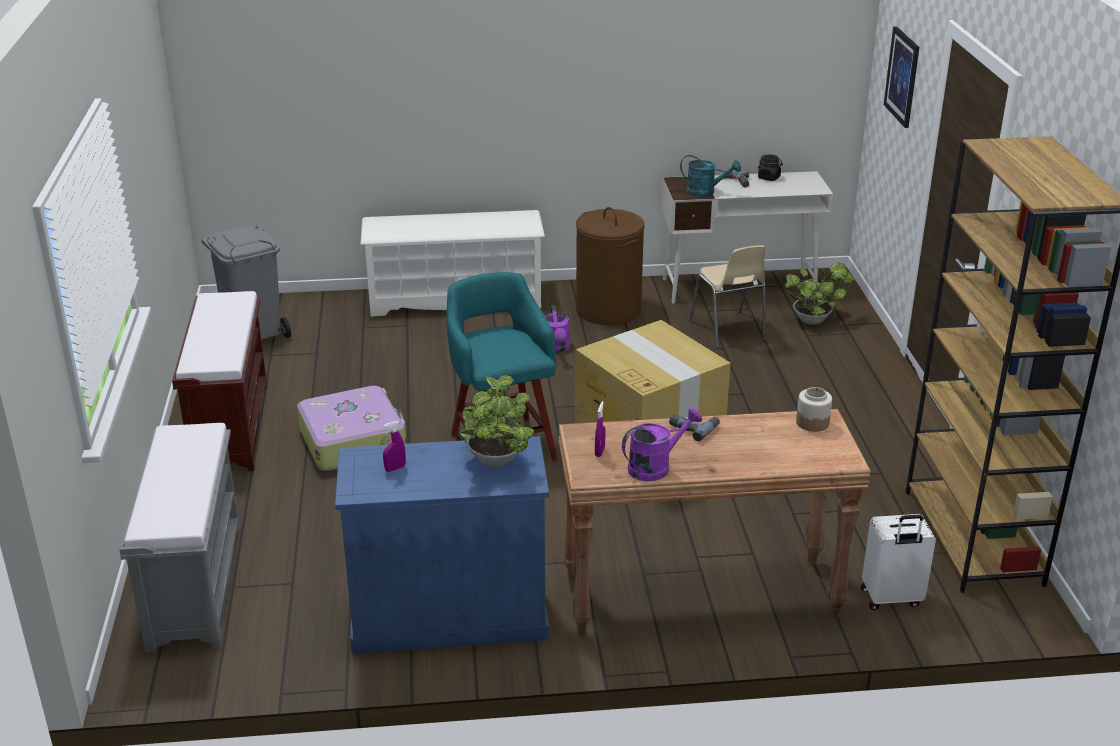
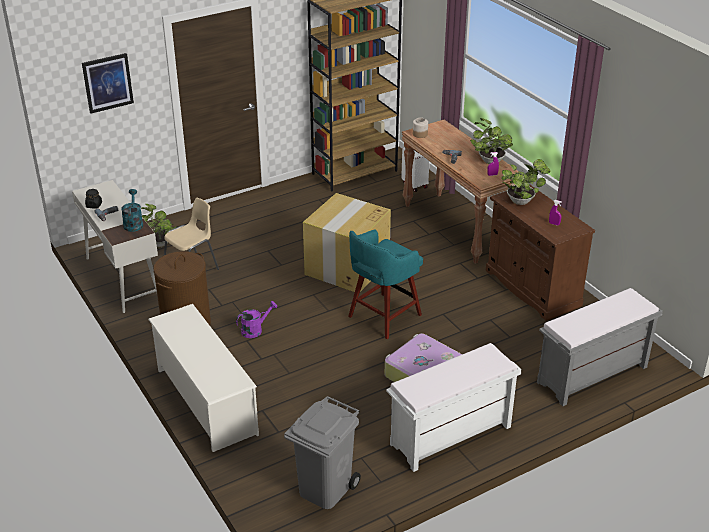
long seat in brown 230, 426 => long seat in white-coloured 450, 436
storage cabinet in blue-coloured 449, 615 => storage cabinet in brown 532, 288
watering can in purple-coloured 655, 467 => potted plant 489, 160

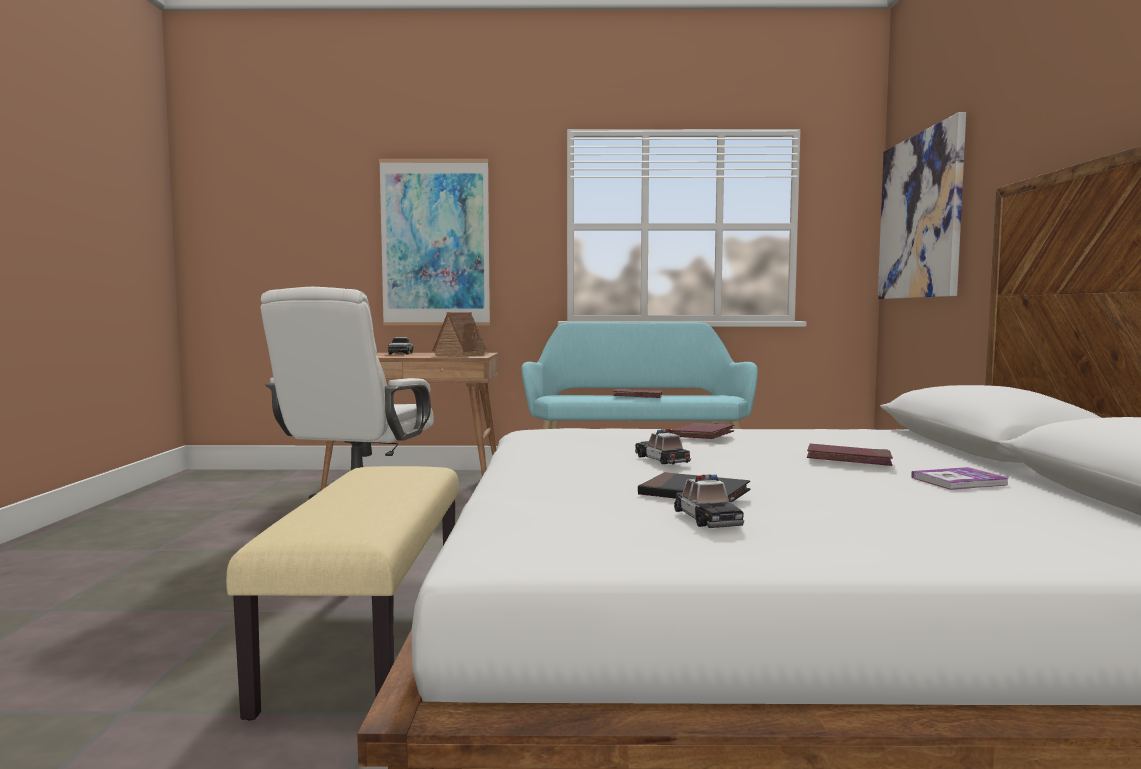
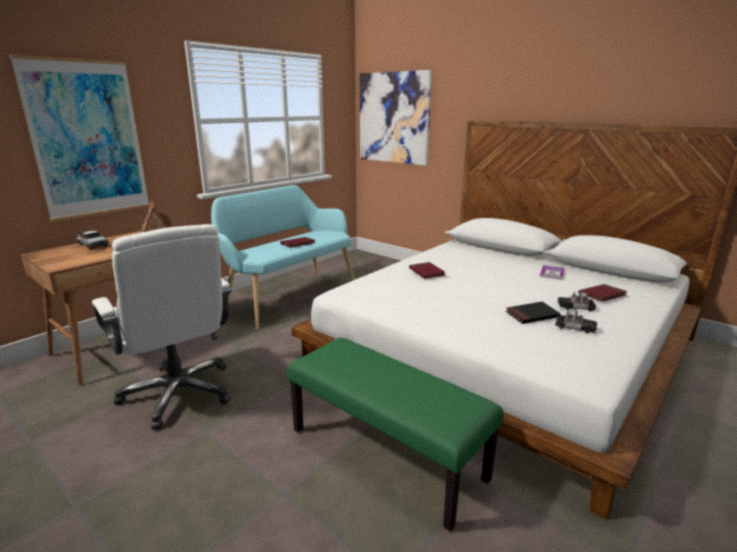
long seat in beige 372, 637 => long seat in greenish 387, 453
model car 662, 459 => model car 575, 307, moved
bound book in red-coloured 848, 459 => bound book in red-coloured 602, 295, moved

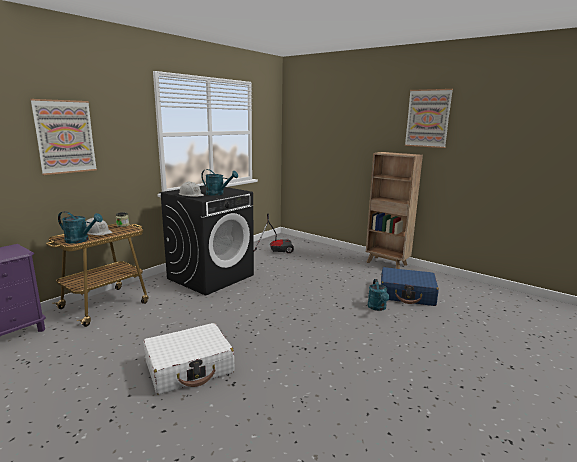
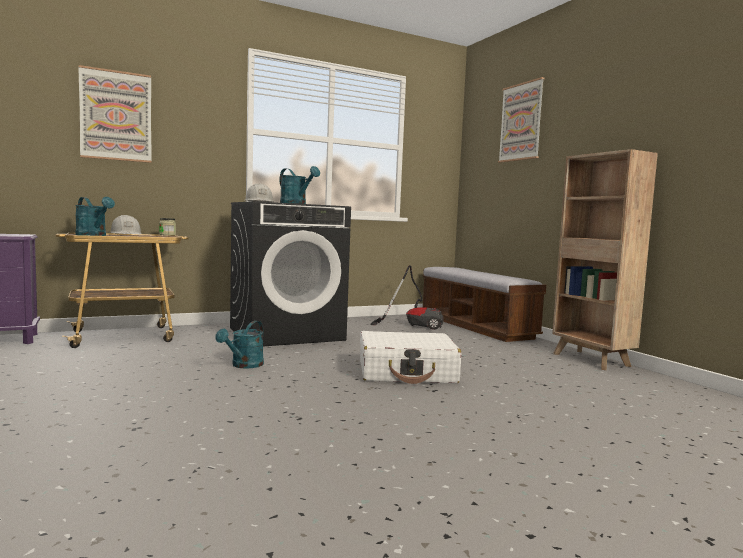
piece of luggage in white-coloured 189, 367 => piece of luggage in white-coloured 407, 372, moved
watering can in turquoise-coloured 378, 308 => watering can in turquoise-coloured 244, 365, moved
piece of luggage in blue-coloured 407, 294 => nothing
wall picture 428, 118 => wall picture 521, 122, moved
nothing => long seat 475, 326

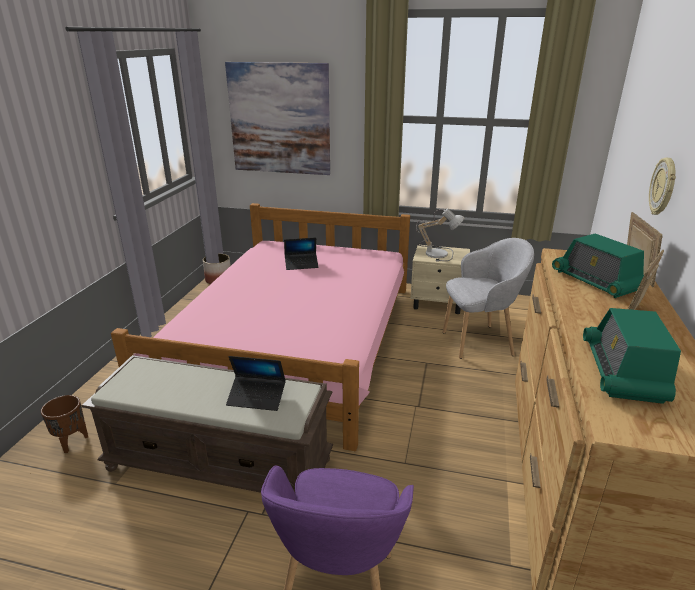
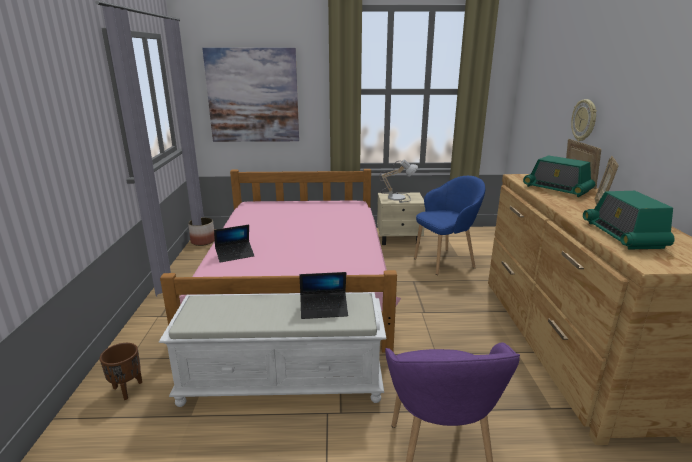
long seat in brown 221, 463 => long seat in white-coloured 283, 381
laptop 301, 264 => laptop 235, 255, moved
lounge chair in gray 479, 342 => lounge chair in blue-coloured 445, 262

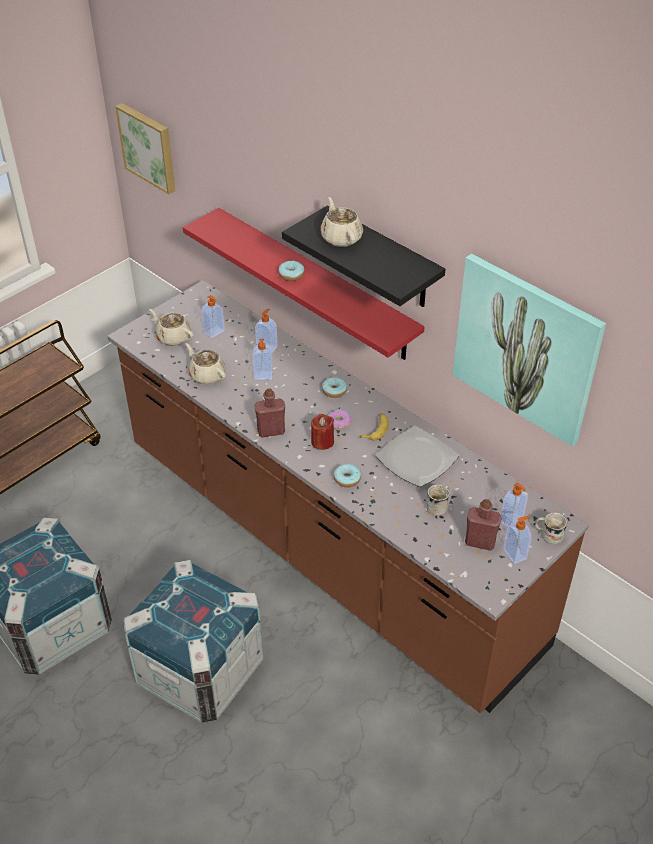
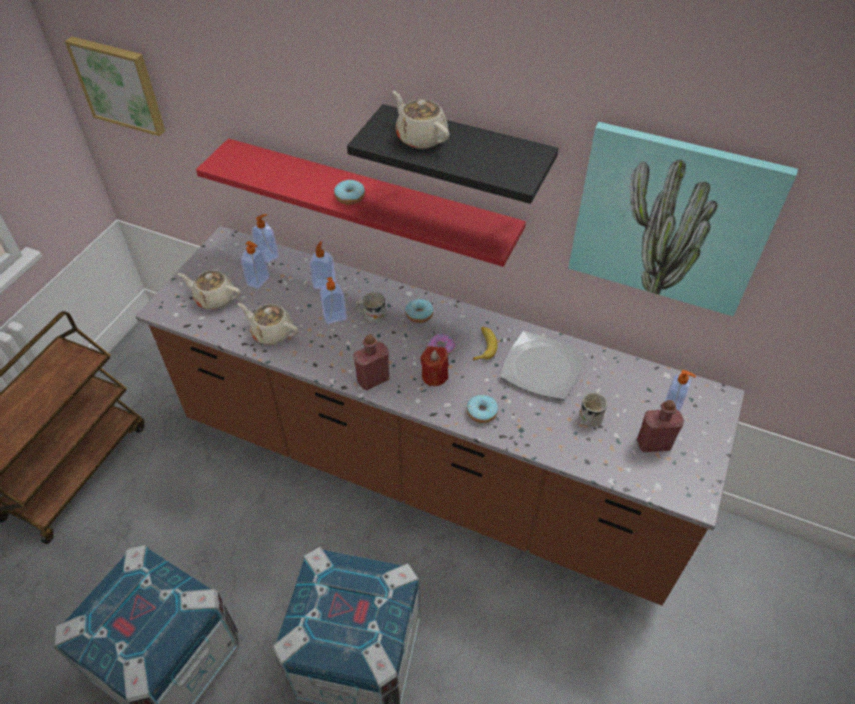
soap dispenser 515, 554 => soap dispenser 268, 255, moved
tea mug in white-coloured 548, 535 => tea mug in white-coloured 371, 316, moved

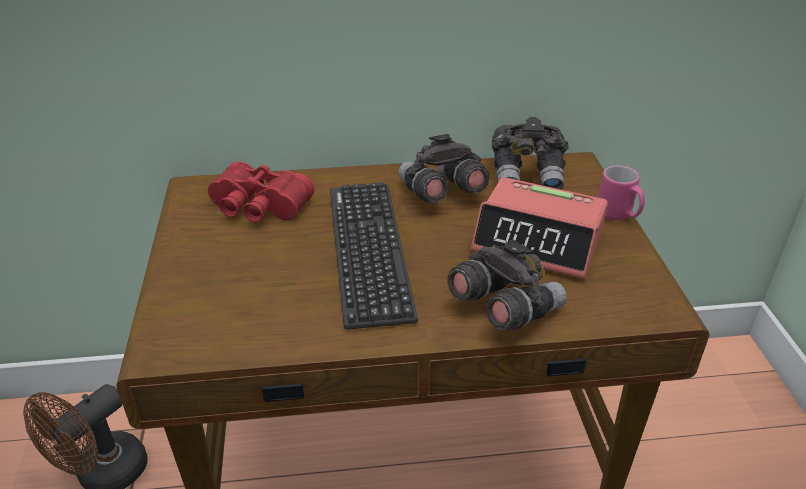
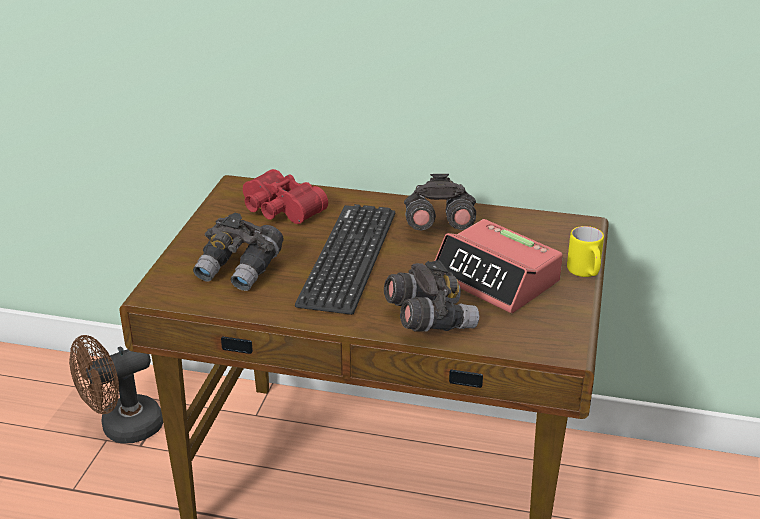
binoculars in gray 528, 175 => binoculars in gray 240, 270, moved
tea mug in pinkish 618, 215 => tea mug in yellow 585, 273

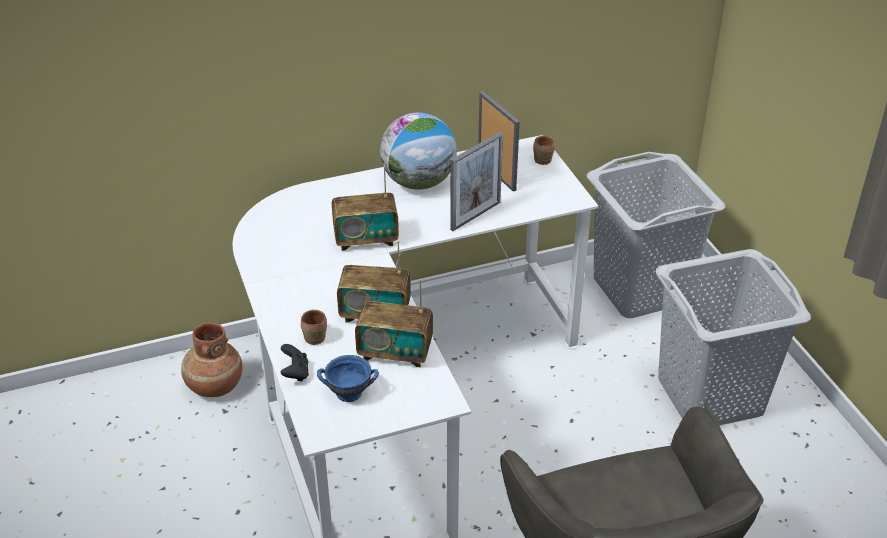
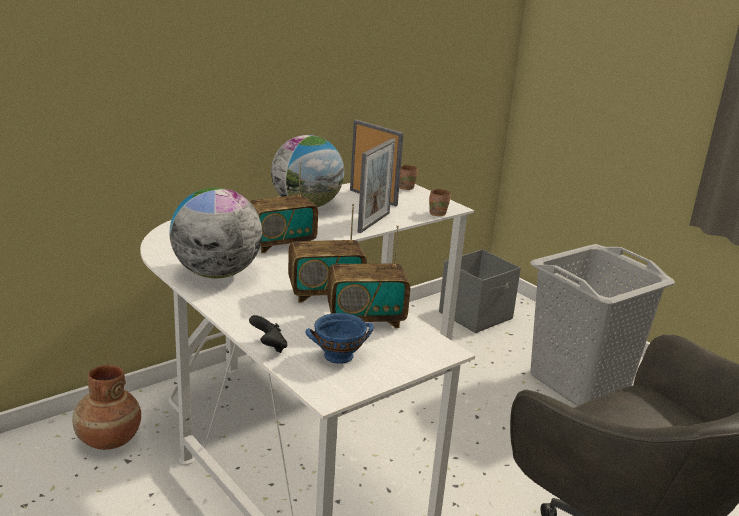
tea mug in brown 316, 337 => tea mug in brown 437, 213, moved
laundry basket in gray 641, 289 => storage box in gray 476, 315
nothing => desk globe 216, 273

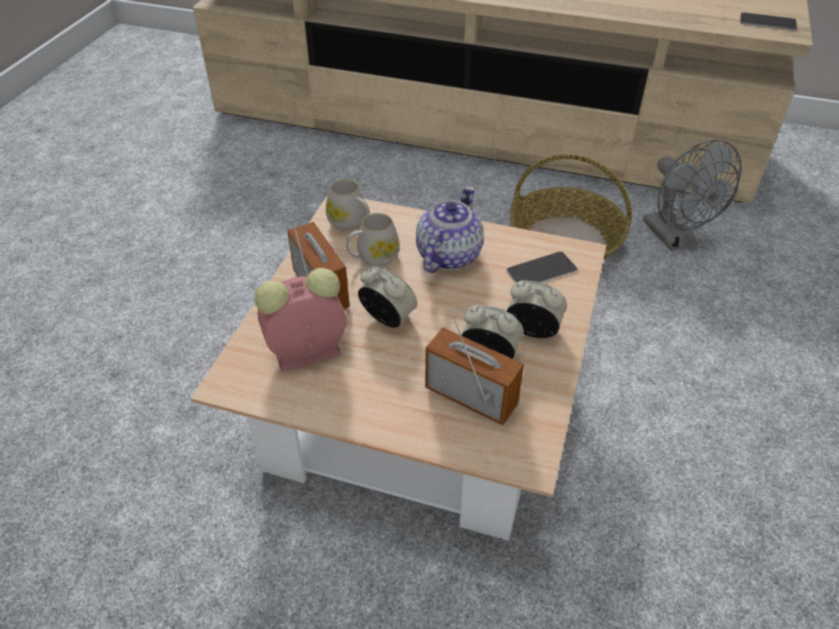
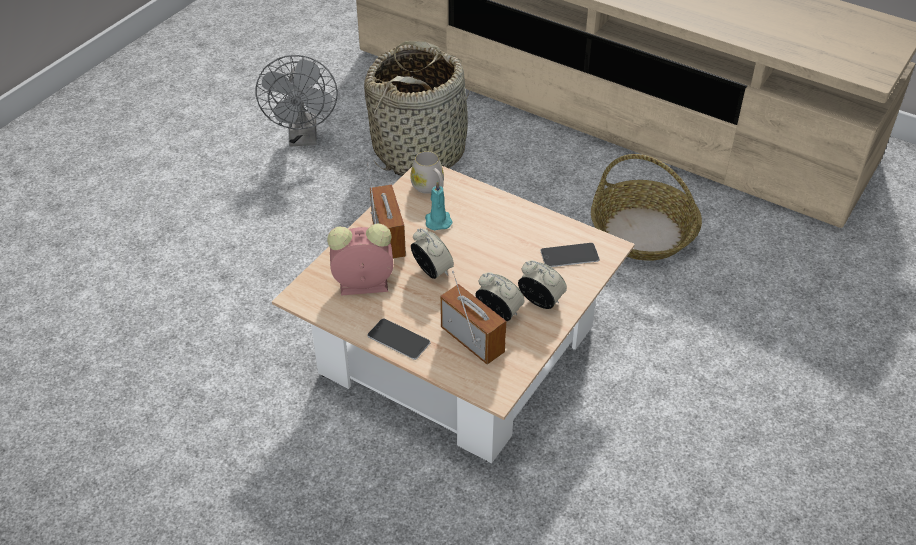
tea mug in white-coloured 373, 258 => wax candle in turquoise-coloured 438, 220
tea pot 447, 255 => nothing
electric fan in gray 675, 239 => electric fan in gray 304, 137, moved
handset 767, 22 => handset 398, 339, moved
nothing => storage basket 420, 151

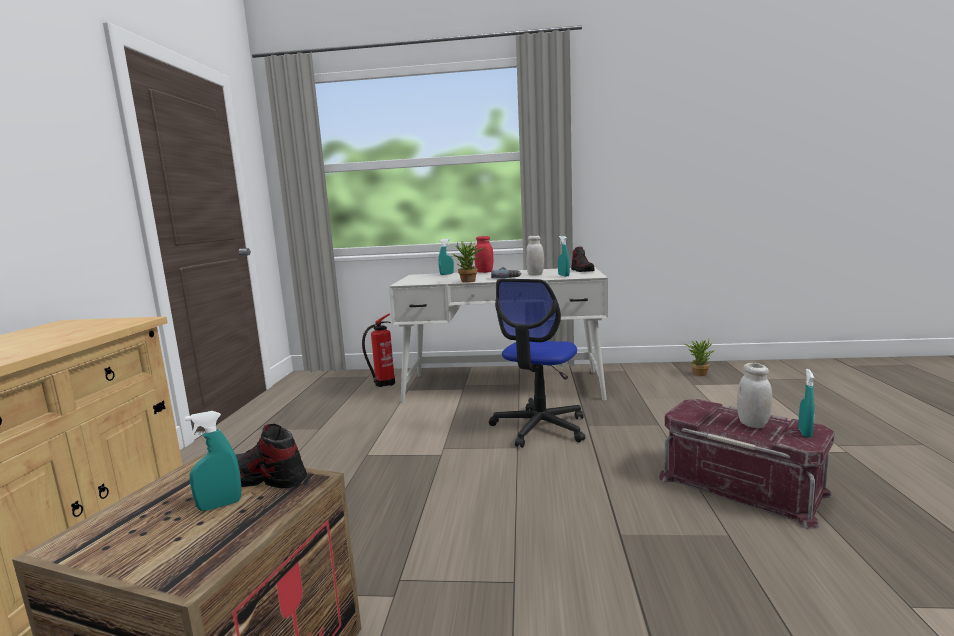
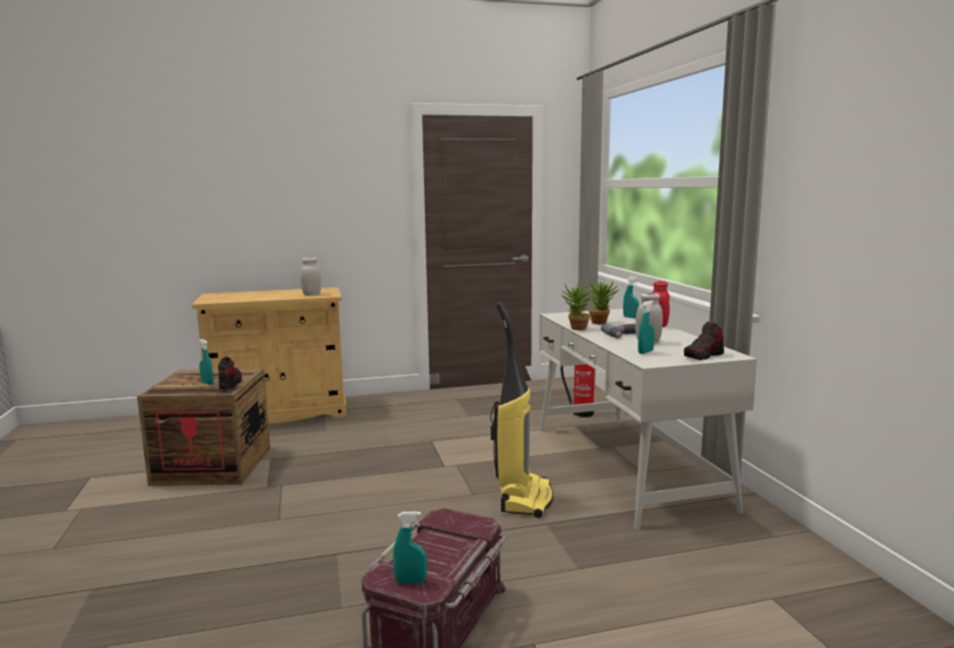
desk chair 539, 427 => hoover 524, 498
potted plant 698, 373 => potted plant 601, 322, moved
storage jar in white-coloured 752, 423 => storage jar in white-coloured 311, 294, moved

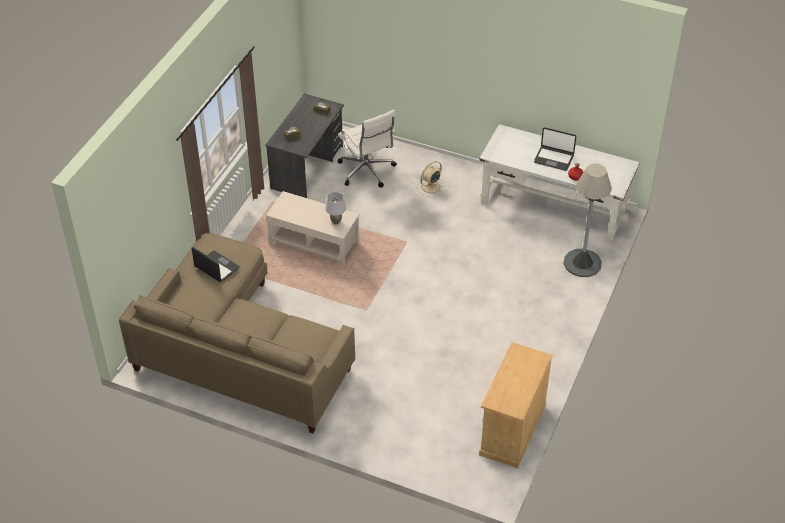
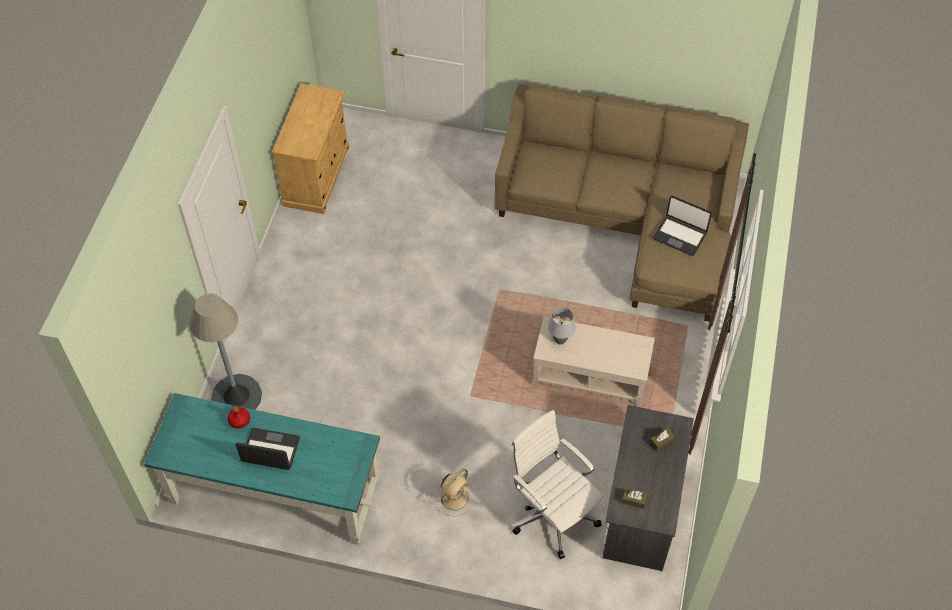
desk unit in white-coloured 554, 205 => desk unit in turquoise-coloured 273, 491

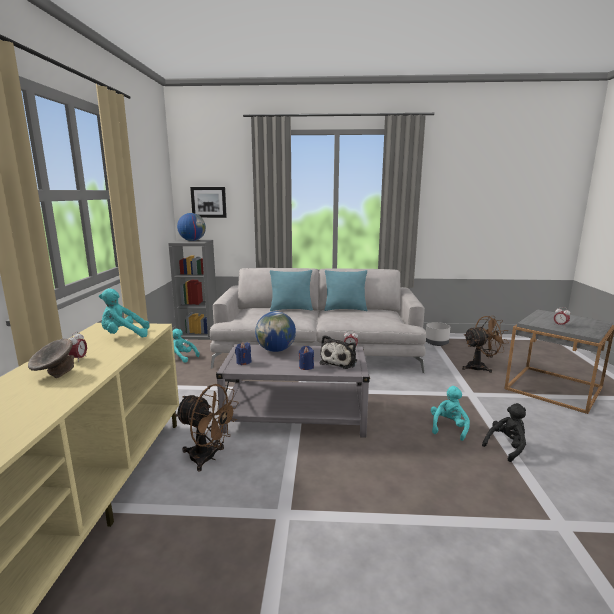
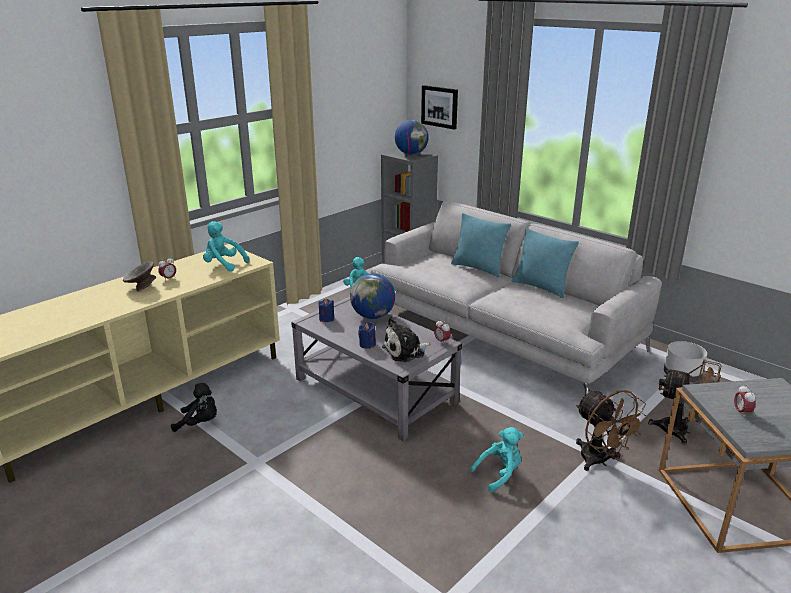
electric fan in brown 208, 458 => electric fan in brown 599, 461, moved
plush toy in black 506, 447 => plush toy in black 199, 423, moved

